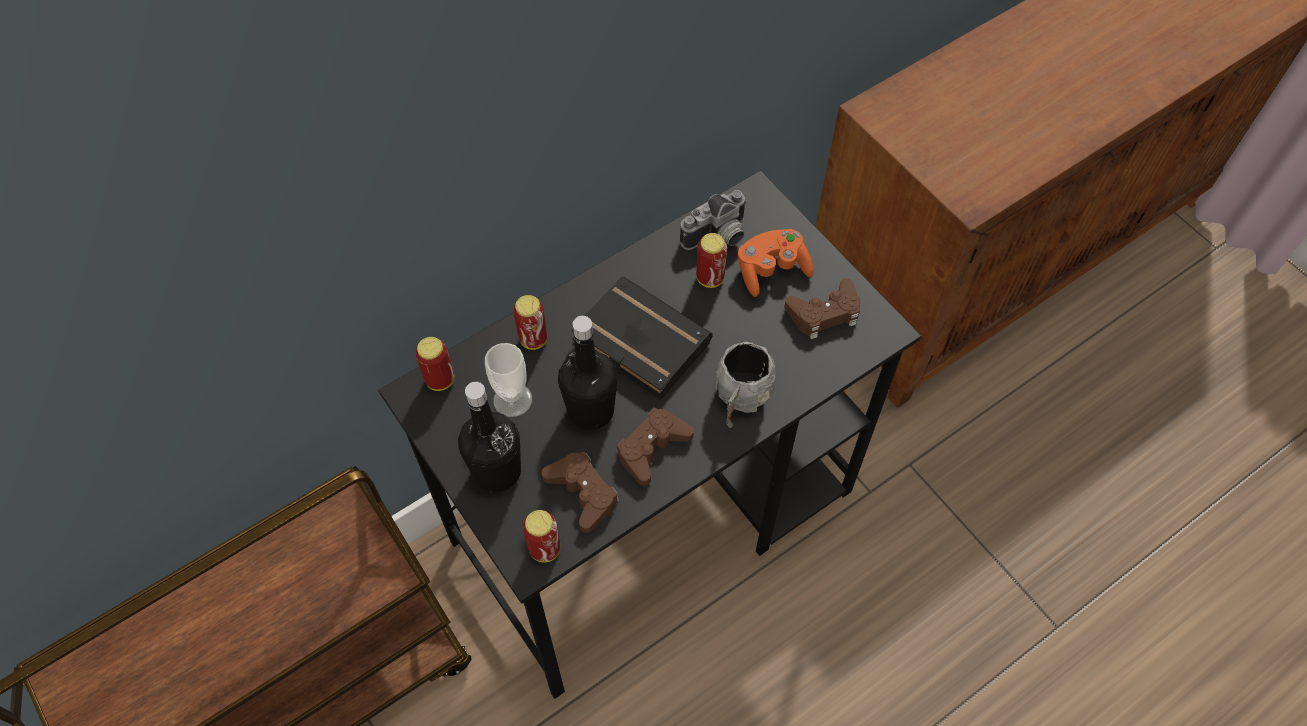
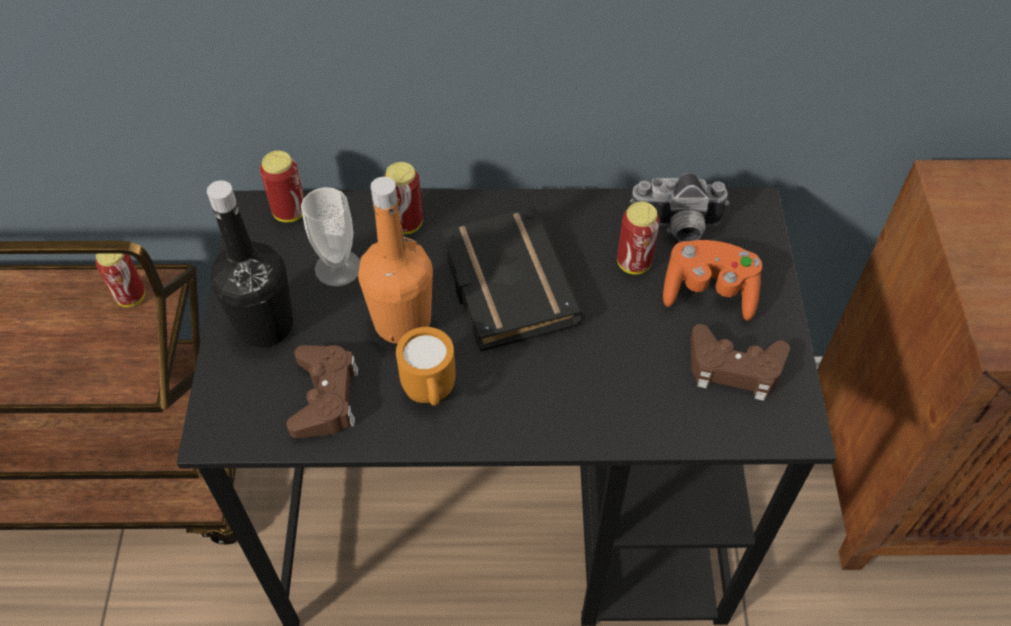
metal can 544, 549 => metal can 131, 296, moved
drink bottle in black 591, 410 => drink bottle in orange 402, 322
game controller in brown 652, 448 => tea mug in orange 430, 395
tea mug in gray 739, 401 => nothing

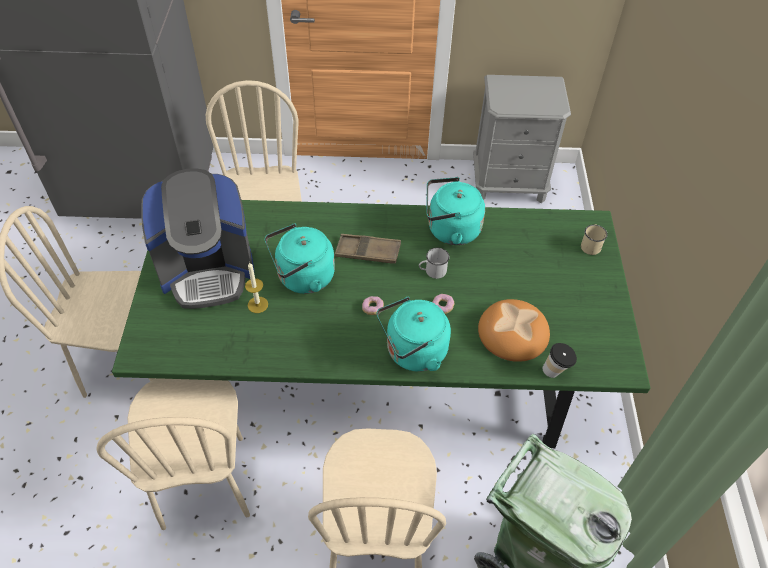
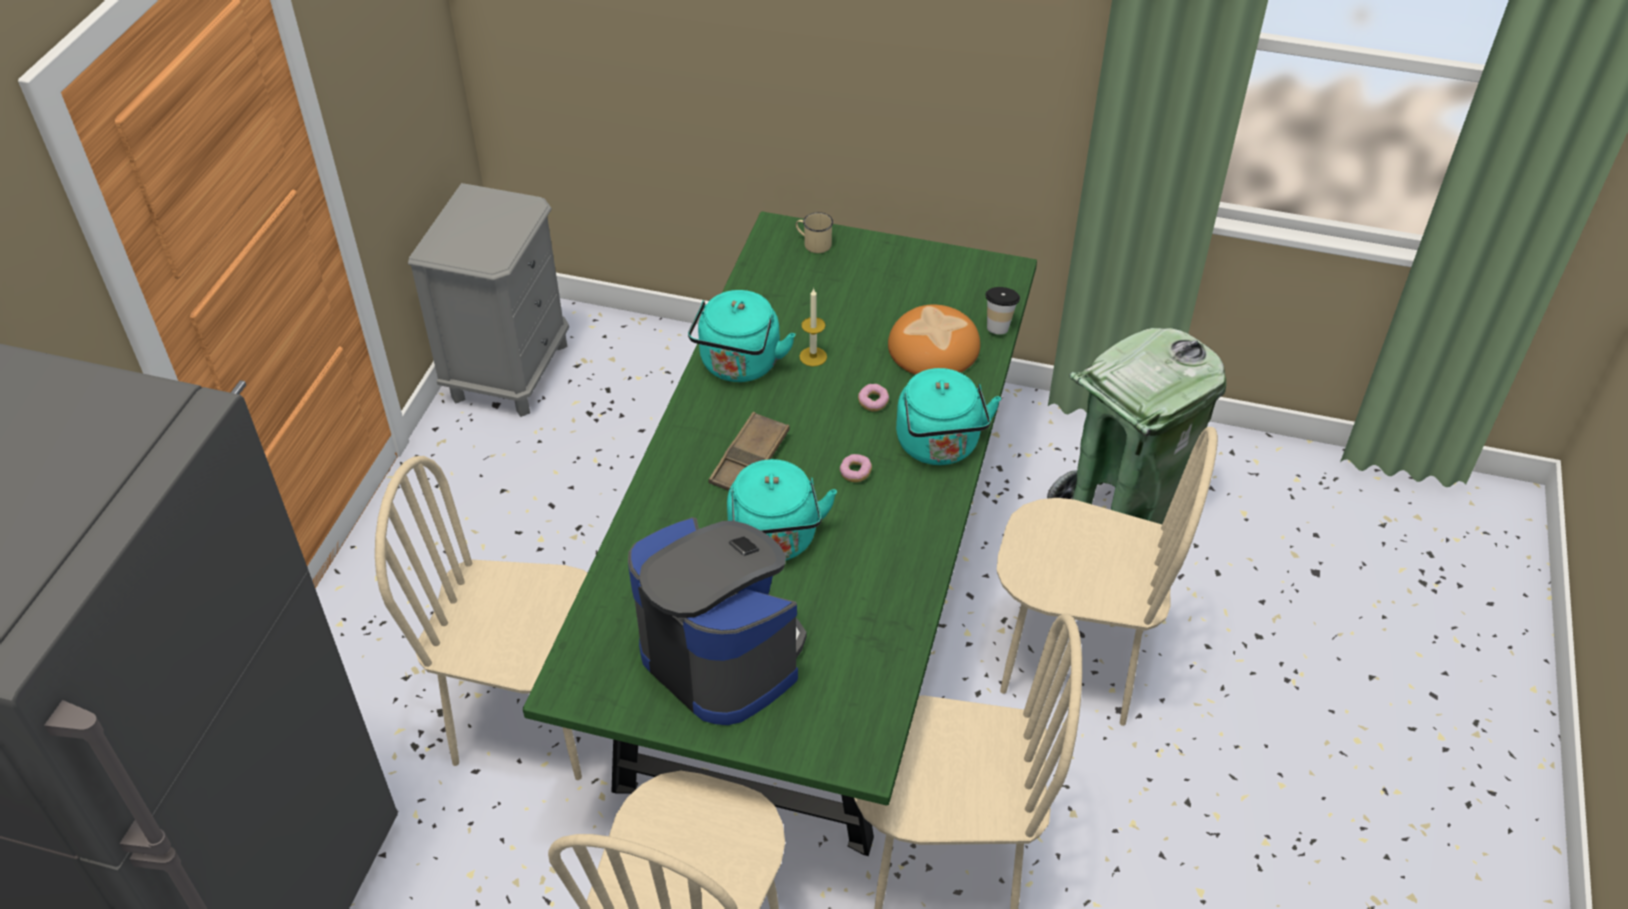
coffee maker 208, 271 => coffee maker 722, 656, 45 degrees counterclockwise
wax candle 257, 305 => wax candle 813, 356, moved
tea mug in white-coloured 432, 271 => nothing

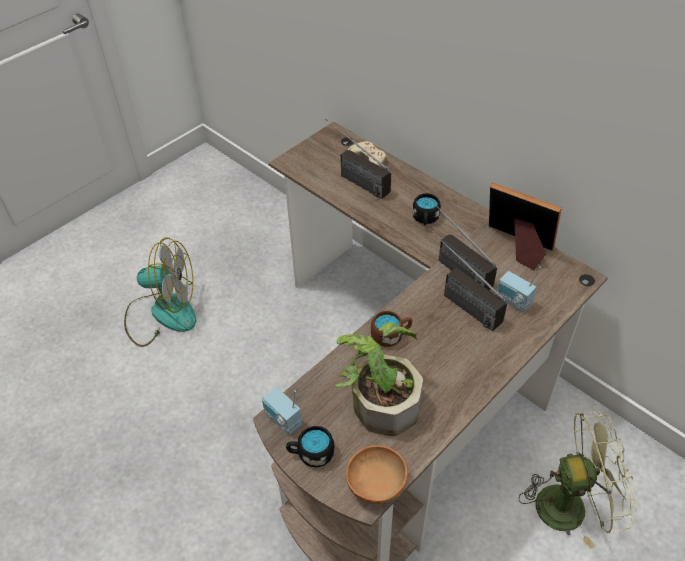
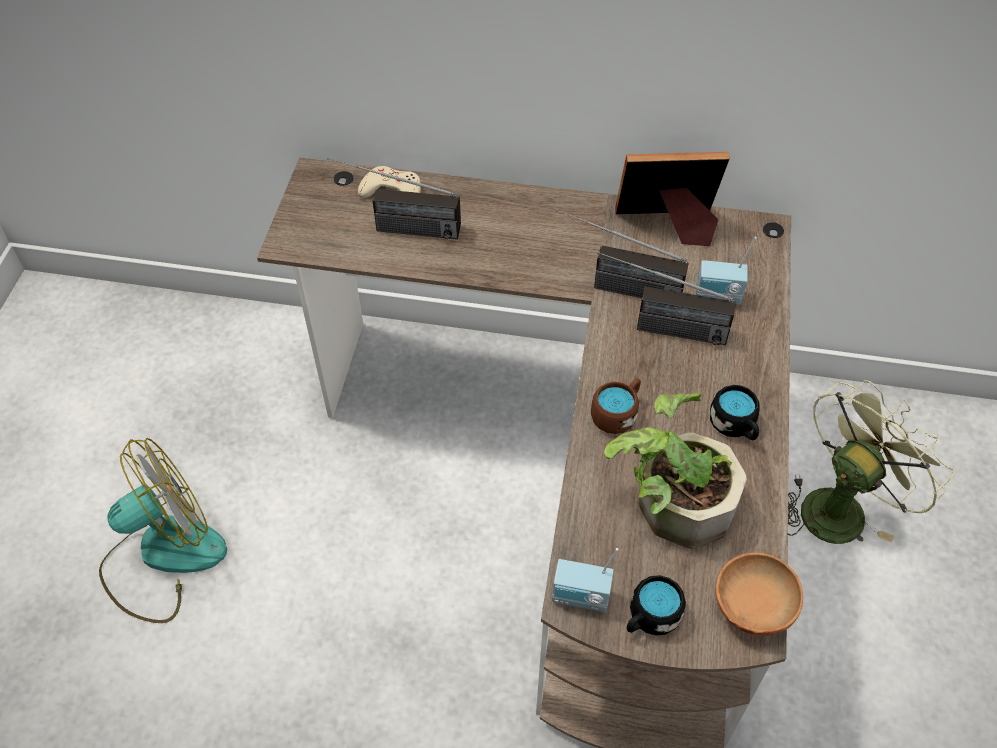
tea mug in black 425, 219 => tea mug in black 735, 426, moved

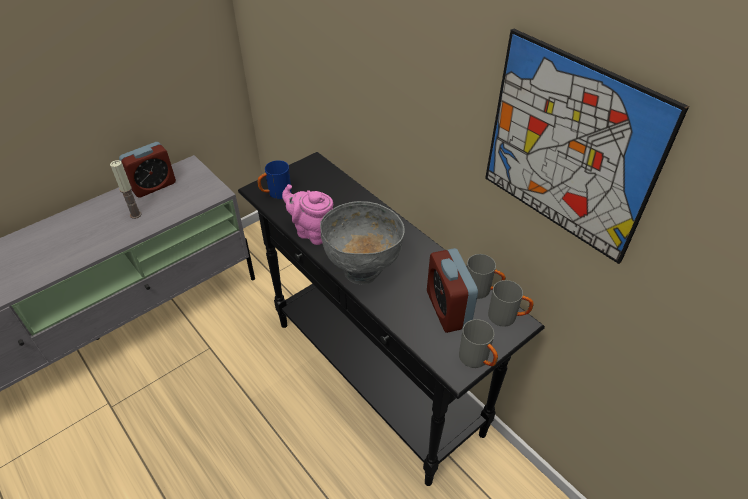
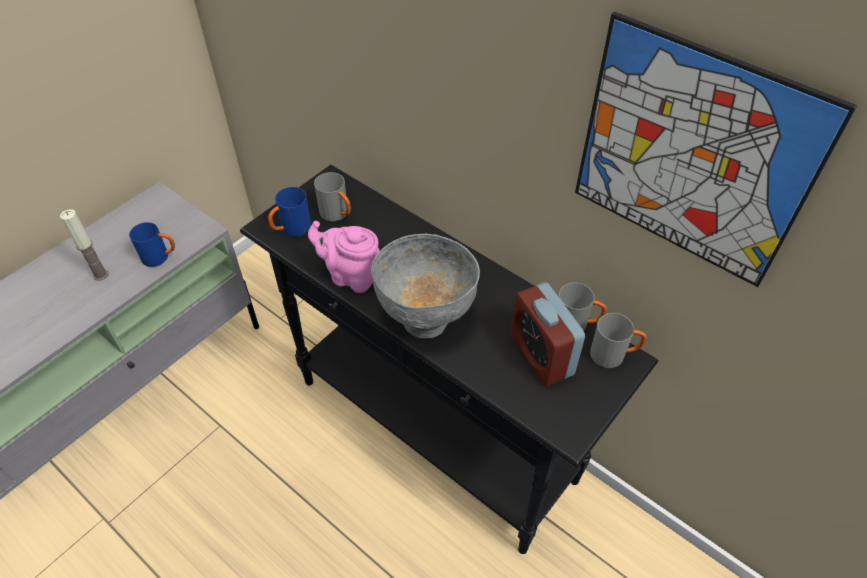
alarm clock 153, 186 => nothing
tea mug in gray 477, 360 => tea mug in gray 338, 215, moved
nothing => tea mug in blue-coloured 160, 257

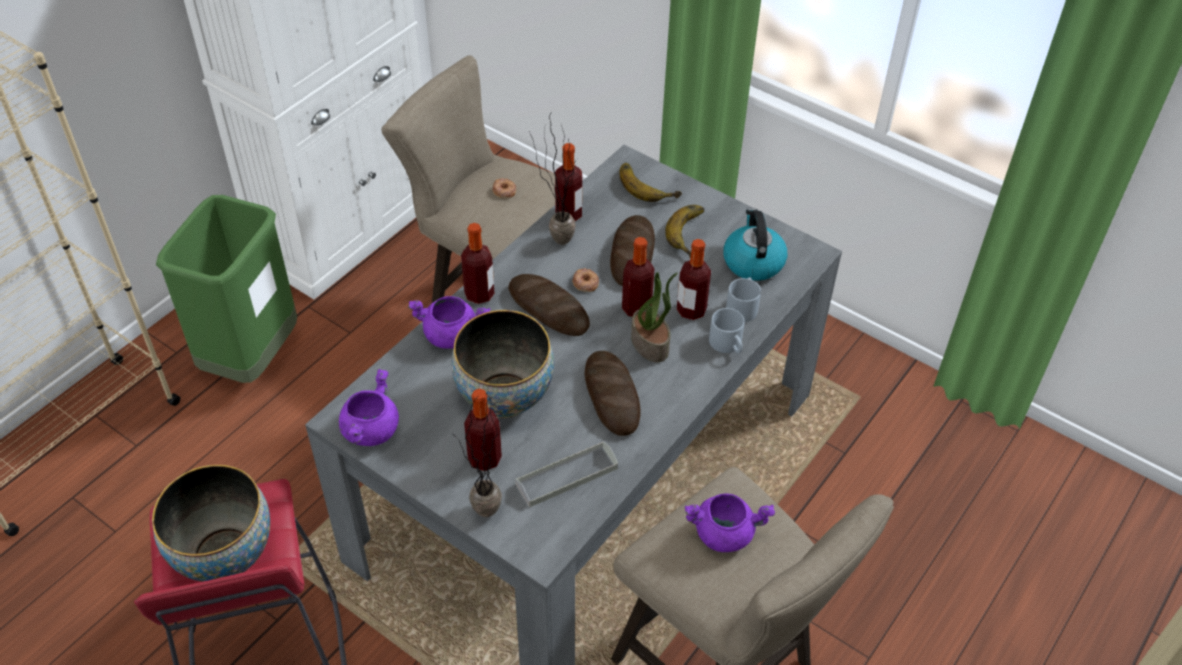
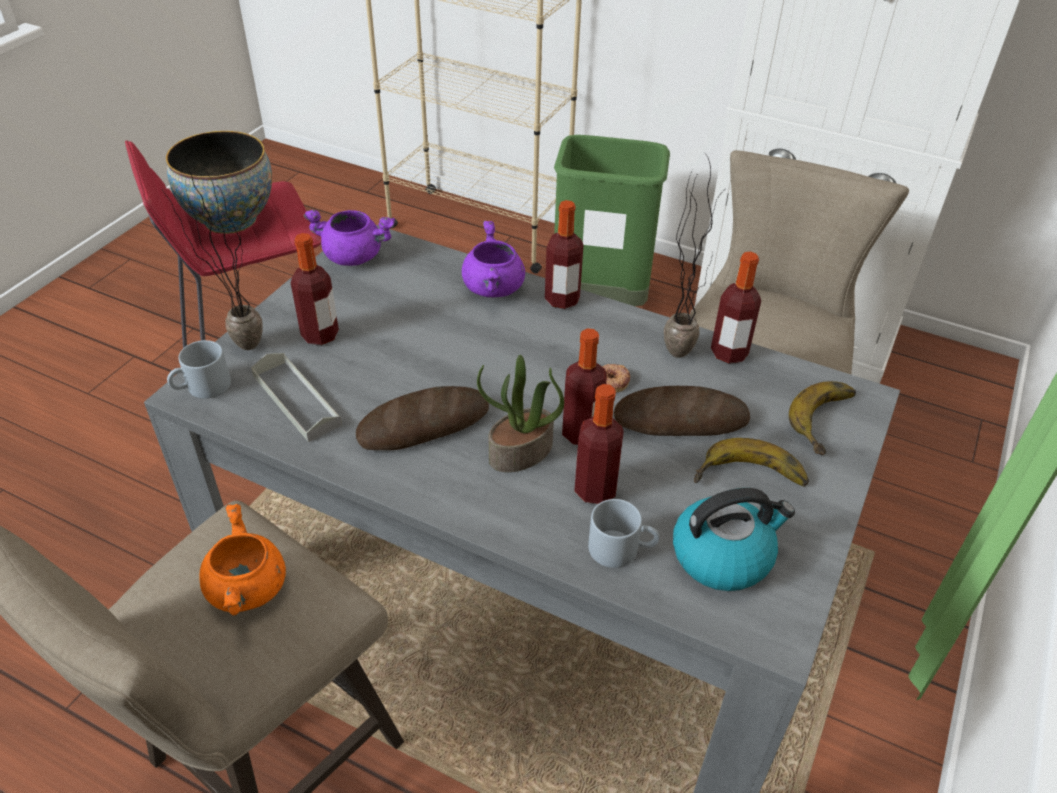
serving bowl 504, 397 => nothing
doughnut 504, 191 => nothing
bread 548, 309 => nothing
cooking pot in purple-coloured 724, 533 => cooking pot in orange 249, 590
tea mug in gray 728, 345 => tea mug in gray 202, 388, moved

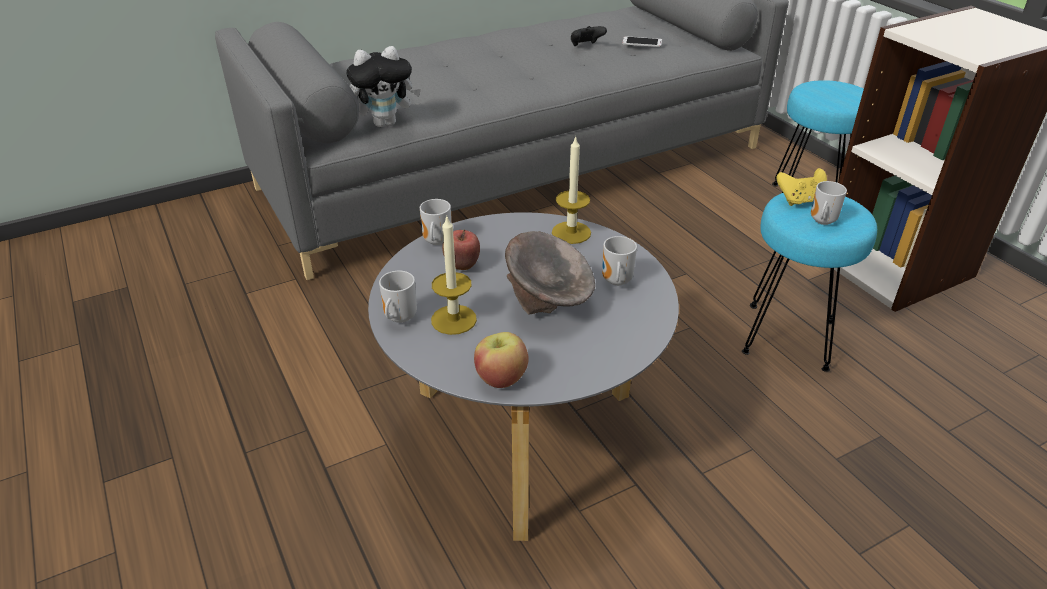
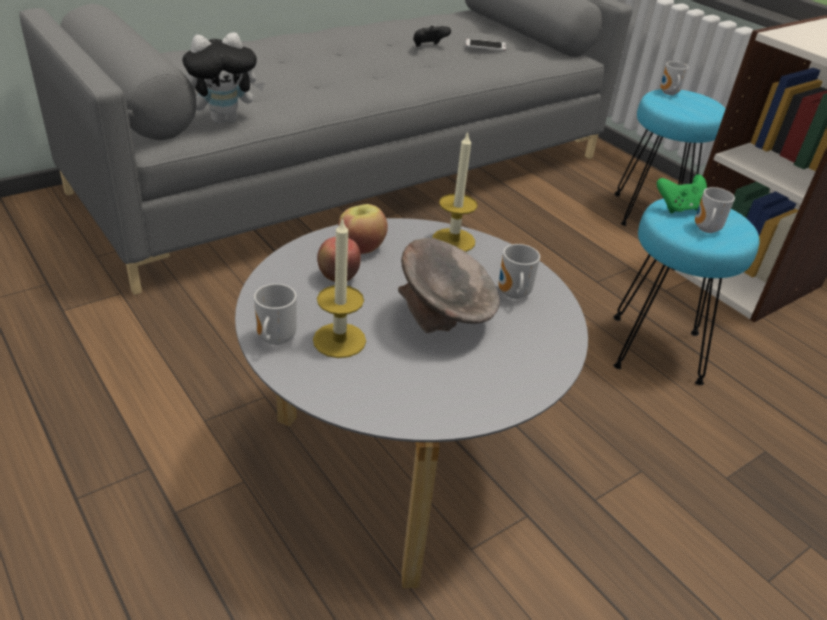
tea mug 435, 242 => tea mug 668, 93, moved
whole apple 501, 377 => whole apple 361, 247, moved
game controller in yellow 800, 200 => game controller in greenish 679, 208

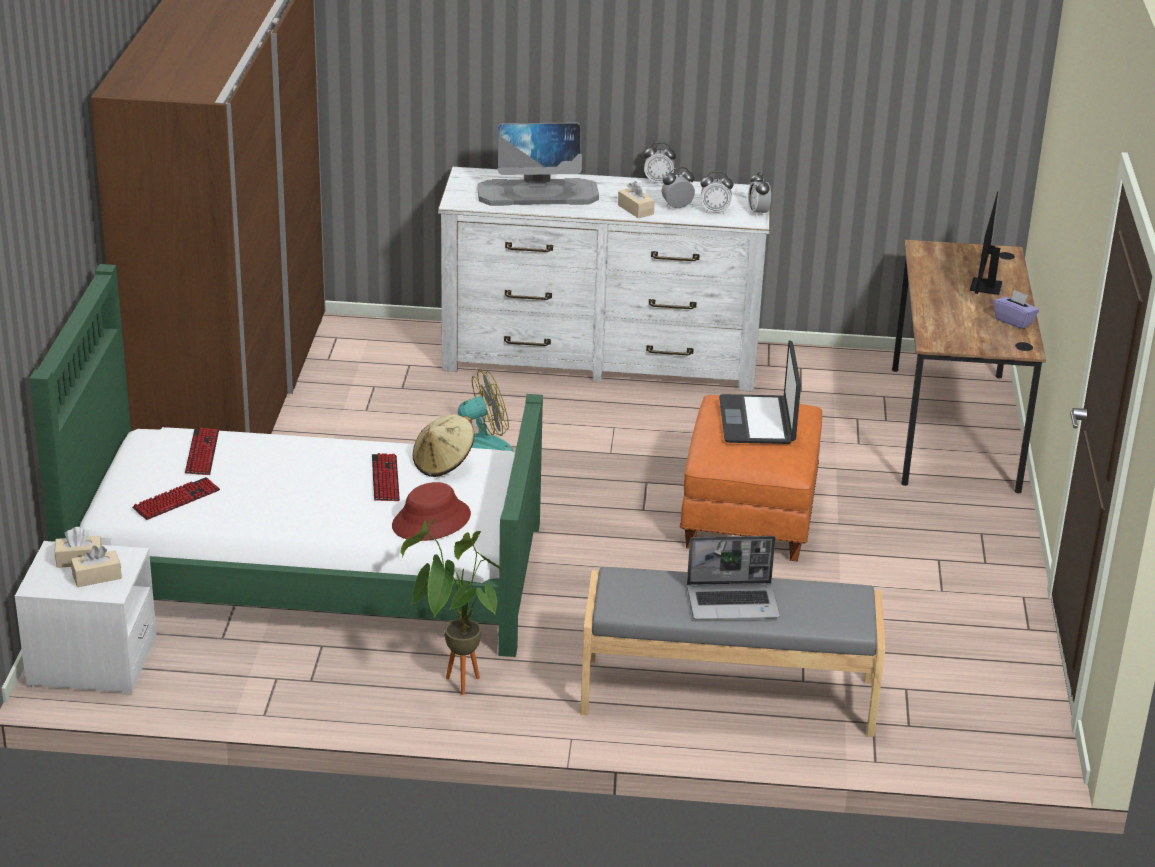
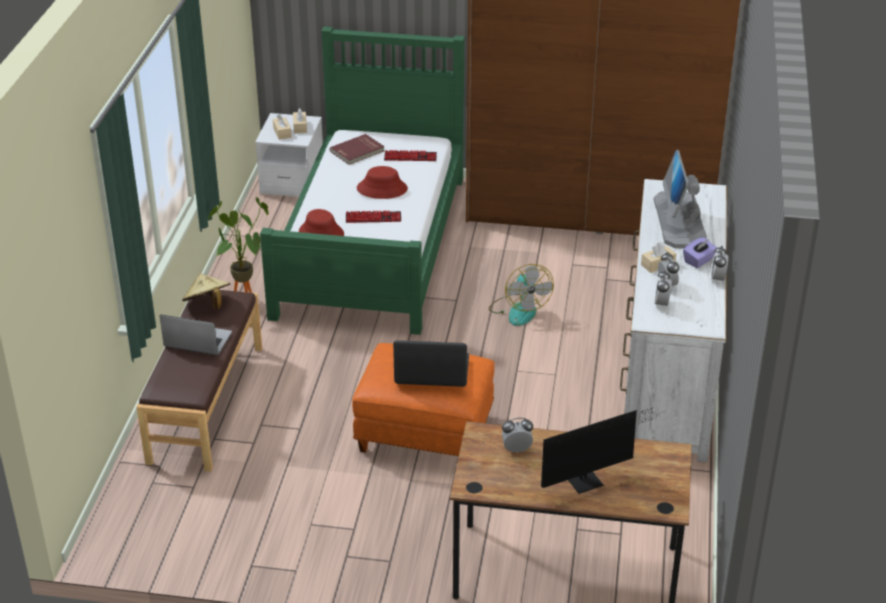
computer keyboard 176, 500 => bound book in red-coloured 357, 151
hat in beige 444, 464 => hat in beige 207, 305, moved
long seat in gray 727, 696 => long seat in brown 205, 403
laptop 733, 603 => laptop 197, 341, 105 degrees clockwise
alarm clock 758, 213 => alarm clock 516, 449, moved
monitor 983, 288 => monitor 589, 480, 135 degrees clockwise
tissue box in purple-coloured 1014, 321 => tissue box in purple-coloured 699, 261, moved
nothing => hat in red-coloured 382, 189

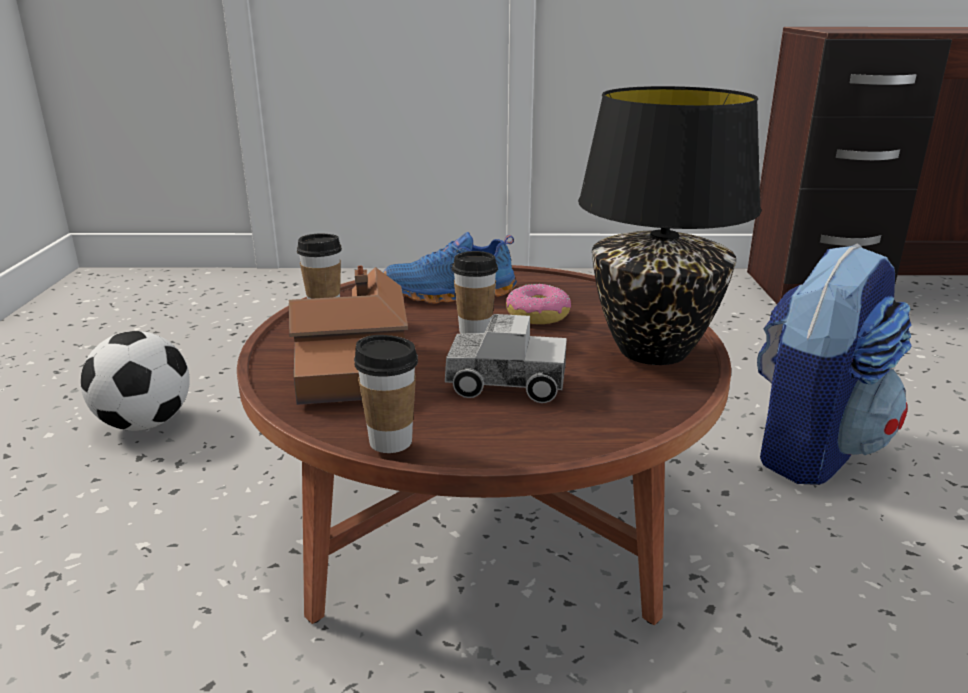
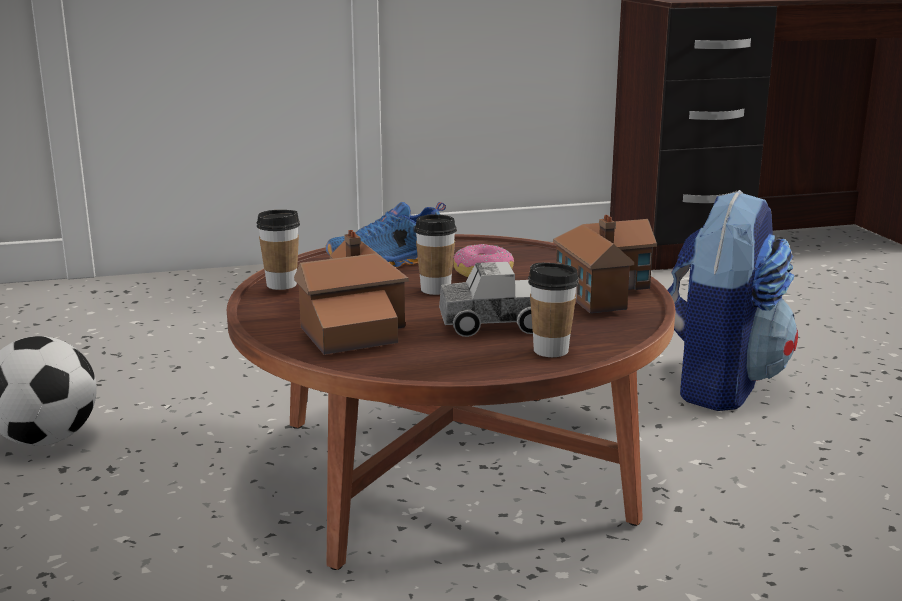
drinking cup 390, 442 => drinking cup 551, 350, moved
lamp for a table in black 655, 351 => miniature house 603, 289

